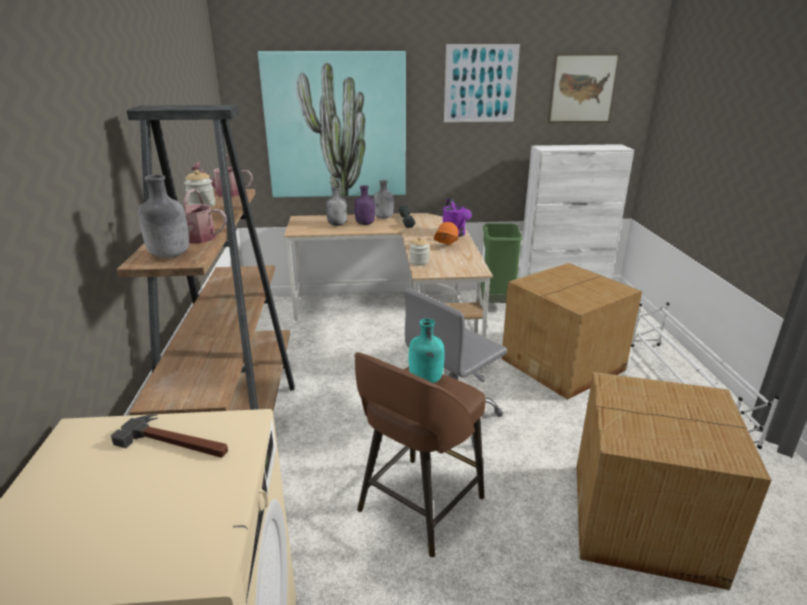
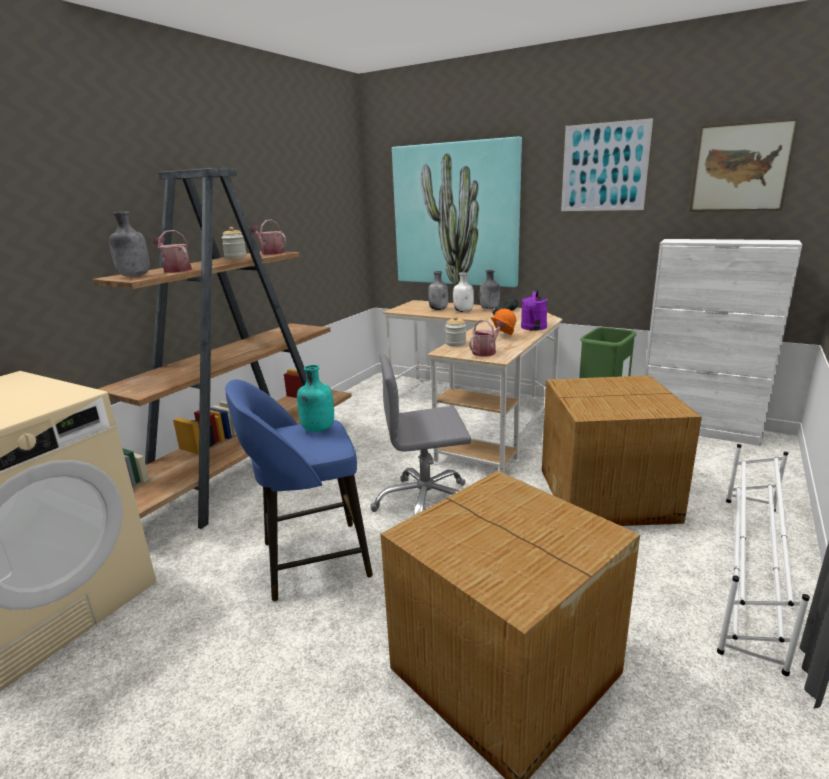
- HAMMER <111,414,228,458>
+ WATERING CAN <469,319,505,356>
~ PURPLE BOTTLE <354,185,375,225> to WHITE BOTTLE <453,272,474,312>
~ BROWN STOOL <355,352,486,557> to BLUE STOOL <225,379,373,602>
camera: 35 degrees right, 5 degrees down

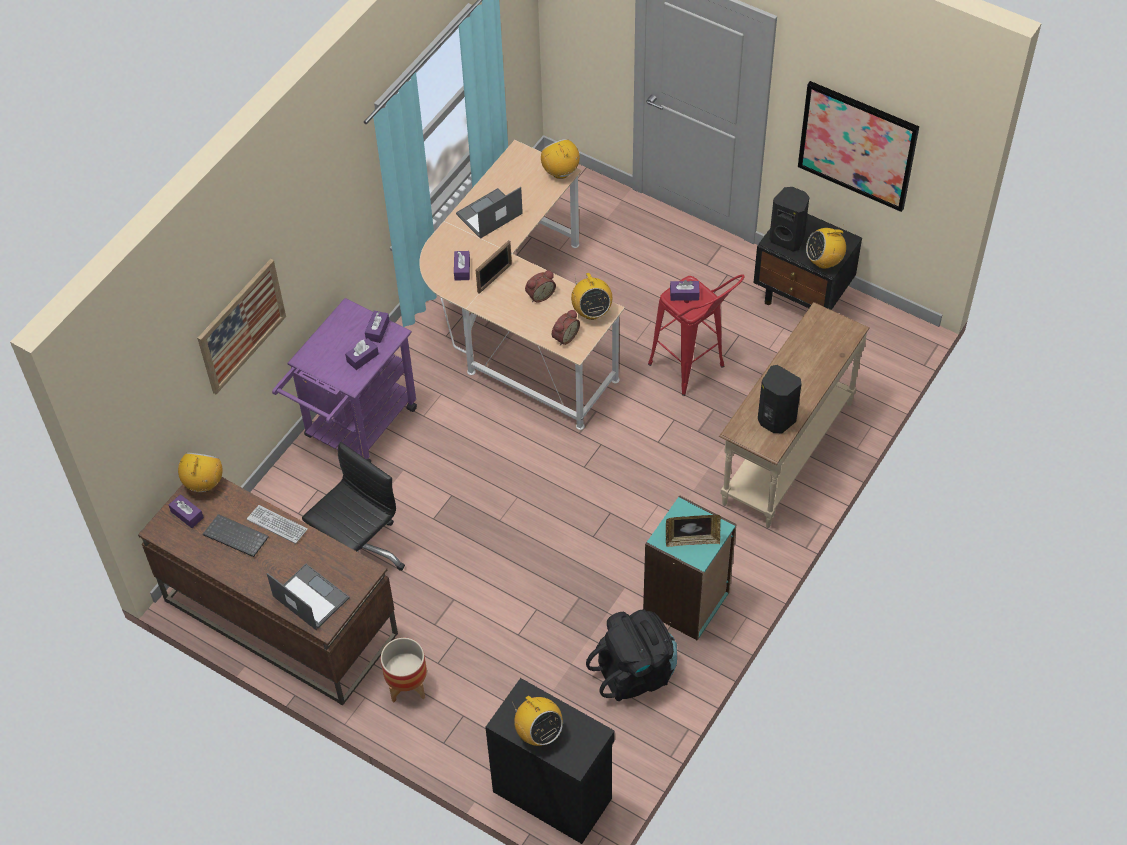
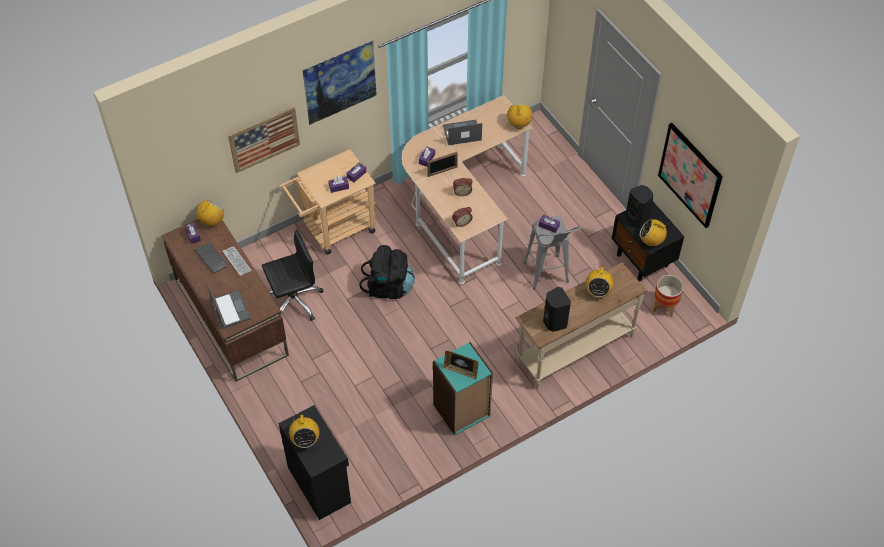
+ PICTURE <303,41,377,125>
~ PLANTER <381,638,427,702> to <653,275,683,317>
~ RADIO <571,273,612,320> to <585,265,614,298>
~ BLACK BACKPACK <586,609,677,701> to <359,245,415,299>
~ PURPLE CART <272,298,417,462> to BEIGE CART <279,149,377,255>
~ RED STOOL <648,274,745,396> to GREY STOOL <524,216,581,290>
camera: 25 degrees right, 0 degrees up

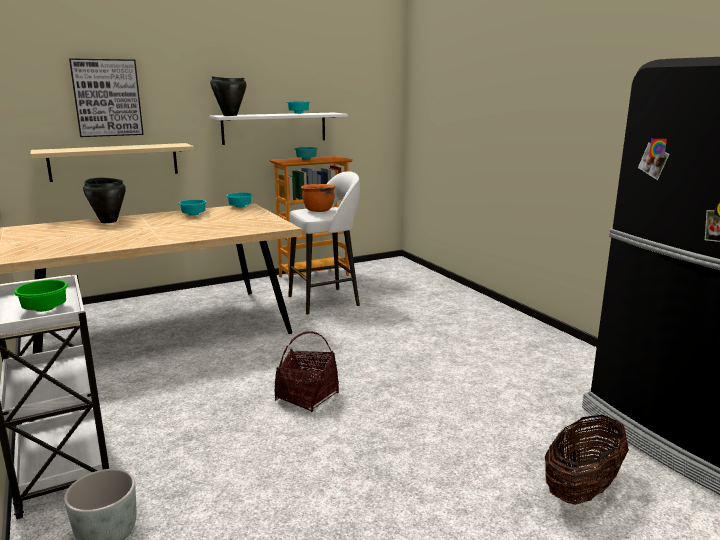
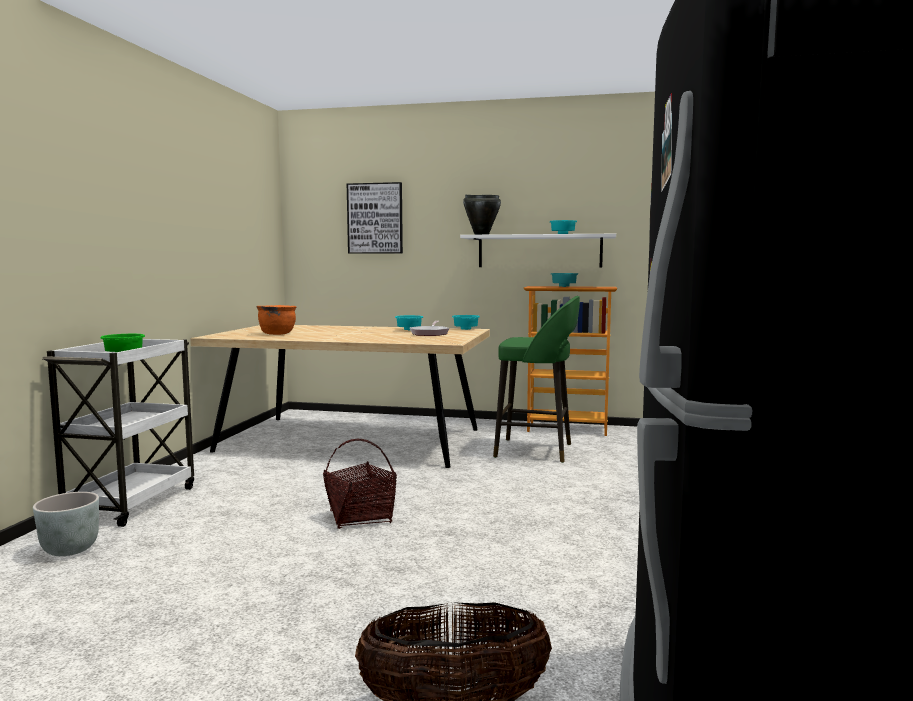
- BEIGE SHELF <31,143,194,182>
- BLACK COOKING POT <83,178,126,223>
+ FRYING PAN <410,321,449,336>
~ ORANGE COOKING POT <301,184,335,212> to <256,305,296,335>
~ WHITE STOOL <288,171,360,315> to GREEN STOOL <493,296,580,463>
camera: 40 degrees right, 10 degrees down

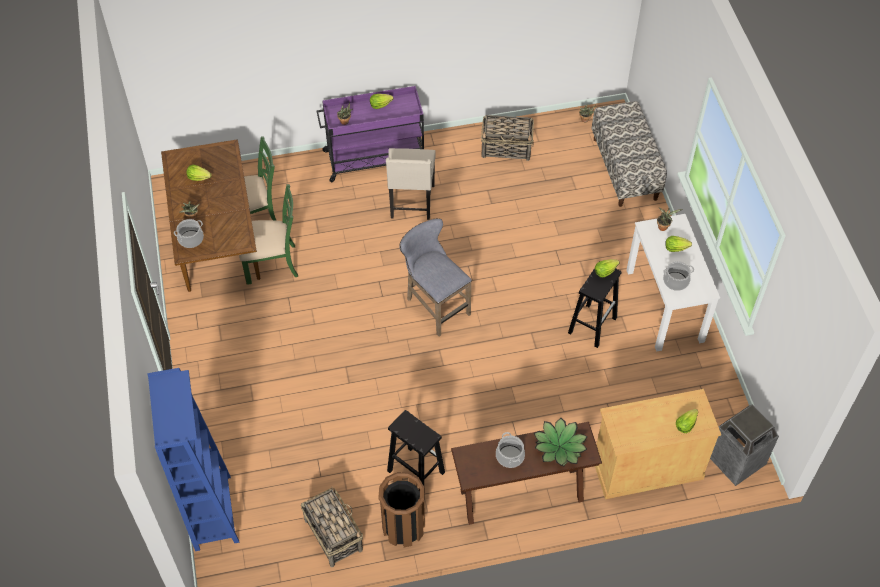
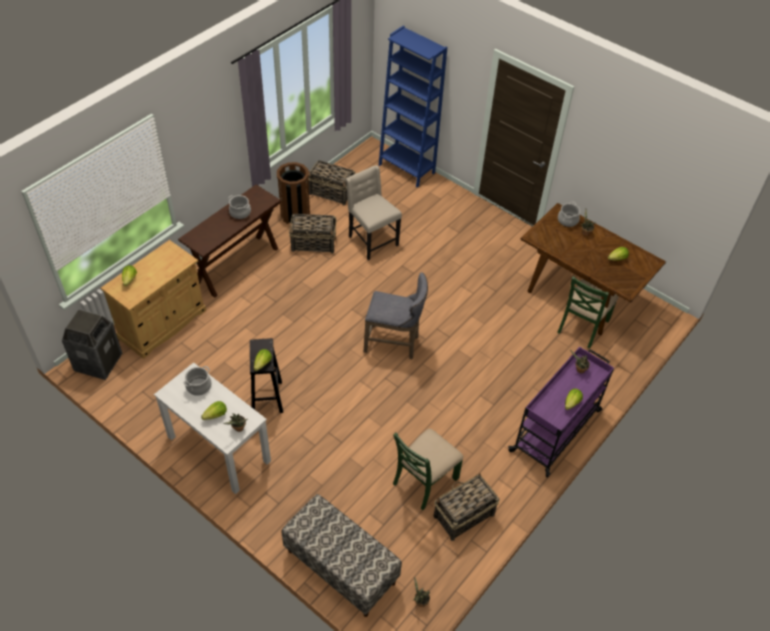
- POTTED PLANT <534,418,588,466>
~ GREEN CHAIR <239,184,298,285> to <393,429,463,510>
~ BEIGE CHAIR <386,148,436,220> to <346,165,402,260>
~ BLACK STOOL <387,410,445,492> to BASKET <289,214,336,254>
camera: 140 degrees right, 5 degrees down

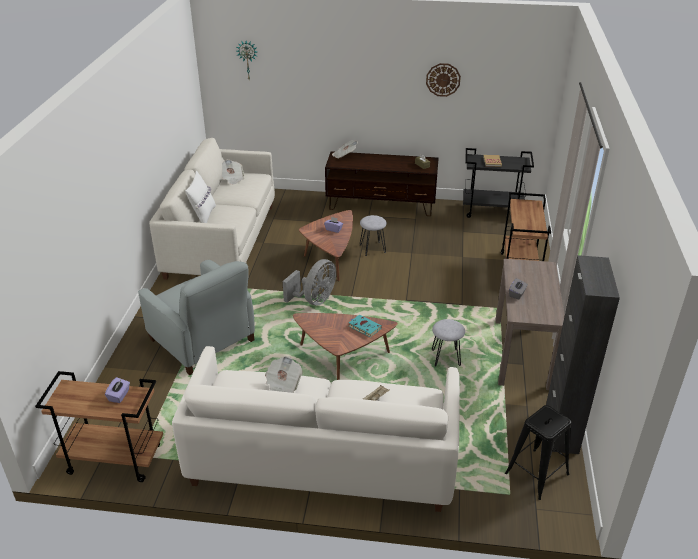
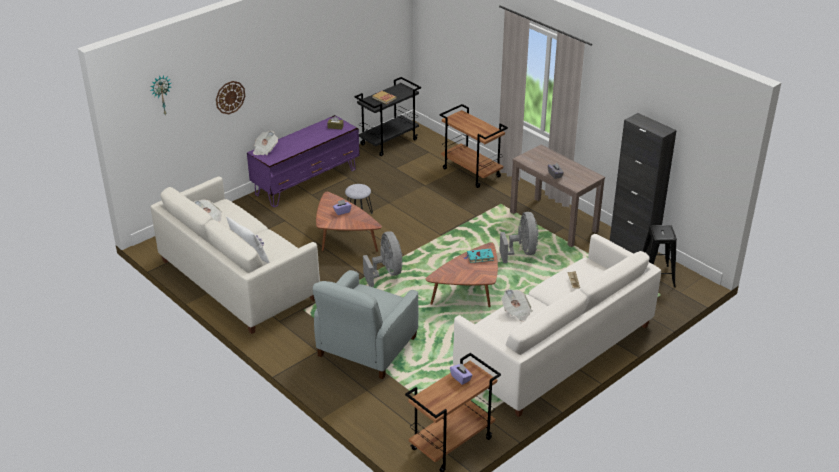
~ WALL CLOCK <426,63,461,97> to <216,81,245,114>
~ GREY STOOL <432,319,465,367> to GREY FAN <499,212,539,263>
~ BROWN TV STAND <325,151,439,216> to PURPLE TV STAND <247,115,360,207>
~ GREY ARMCHAIR <138,260,255,375> = <313,270,418,379> 120 degrees clockwise
camera: 50 degrees left, 0 degrees up

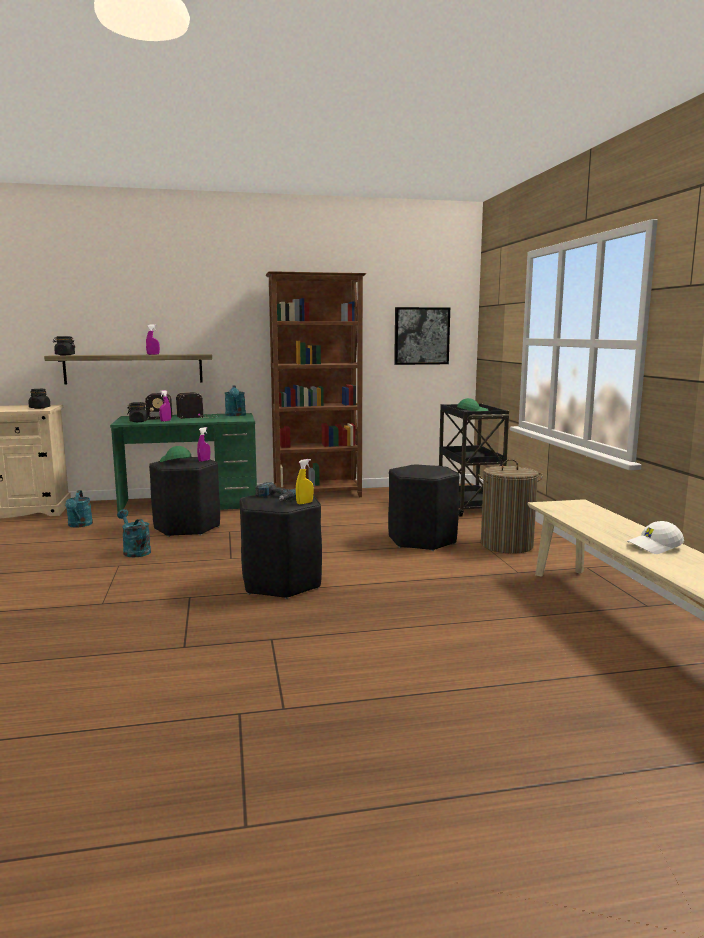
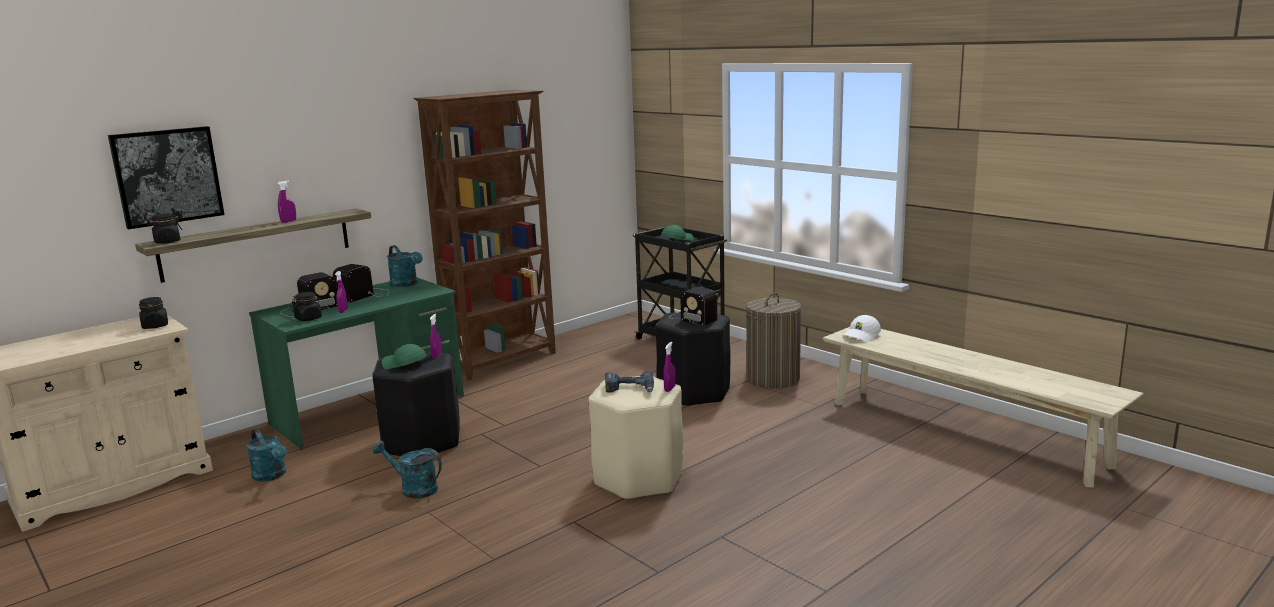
+ RADIO <669,287,717,326>
~ PICTURE <394,307,450,365> to <108,126,224,229>
~ WHITE CAP <627,521,684,554> to <843,315,881,342>
~ BLACK STOOL <240,492,322,599> to BEIGE STOOL <589,376,683,500>
~ YELLOW SPRAY BOTTLE <296,459,314,504> to PURPLE SPRAY BOTTLE <664,342,676,392>
camera: 30 degrees left, 5 degrees up

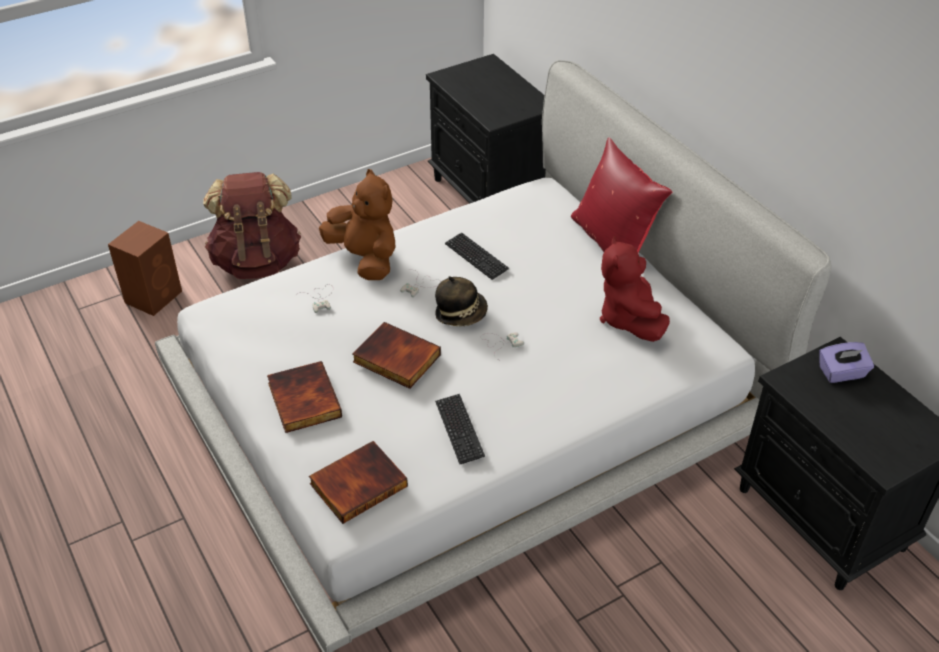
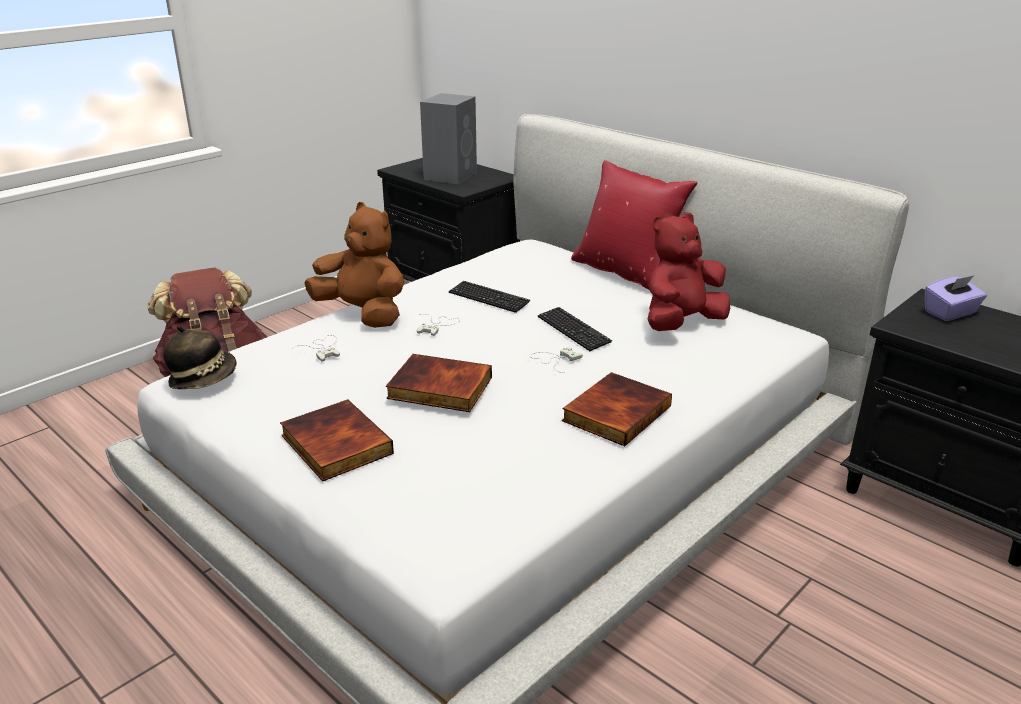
- BROWN SPEAKER <108,221,182,316>
+ GREY SPEAKER <420,93,477,184>
~ BOOK <309,441,408,524> to <562,372,672,446>
~ HAT <435,276,488,327> to <163,326,237,389>
~ KEYBOARD <435,394,485,464> to <538,307,612,351>
~ RED PLUSH TOY <600,235,670,342> = <648,212,730,331> 75 degrees clockwise
camera: 15 degrees left, 15 degrees down

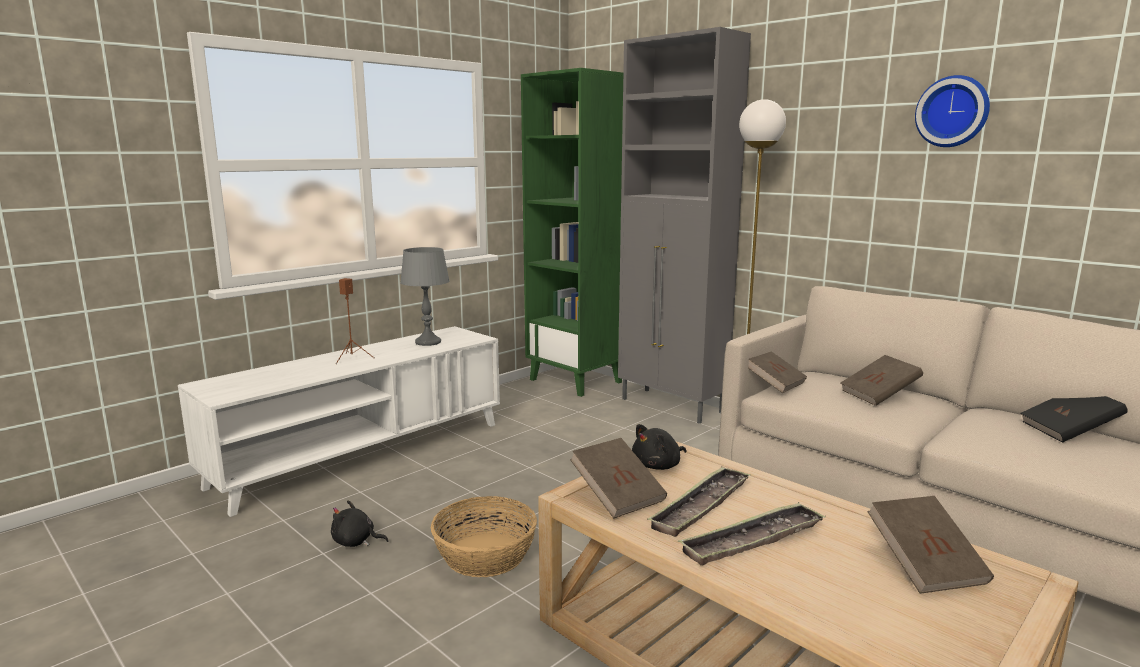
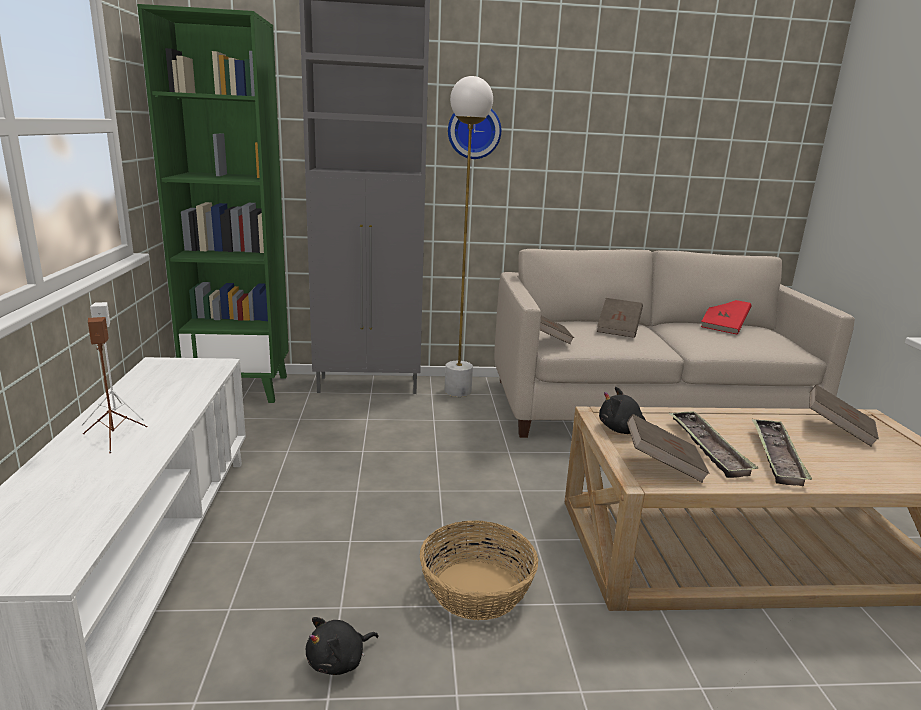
- GREY TABLE LAMP <400,247,450,346>
+ WHITE SPEAKER <81,302,144,426>
~ WALL CLOCK <915,75,990,147> to <448,108,501,159>
~ BLACK BOOK <1020,396,1128,443> to RED BOOK <701,300,751,334>
~ BLACK PLUSH TOY <632,424,686,470> = <599,387,658,434> 105 degrees clockwise
camera: 50 degrees left, 5 degrees up

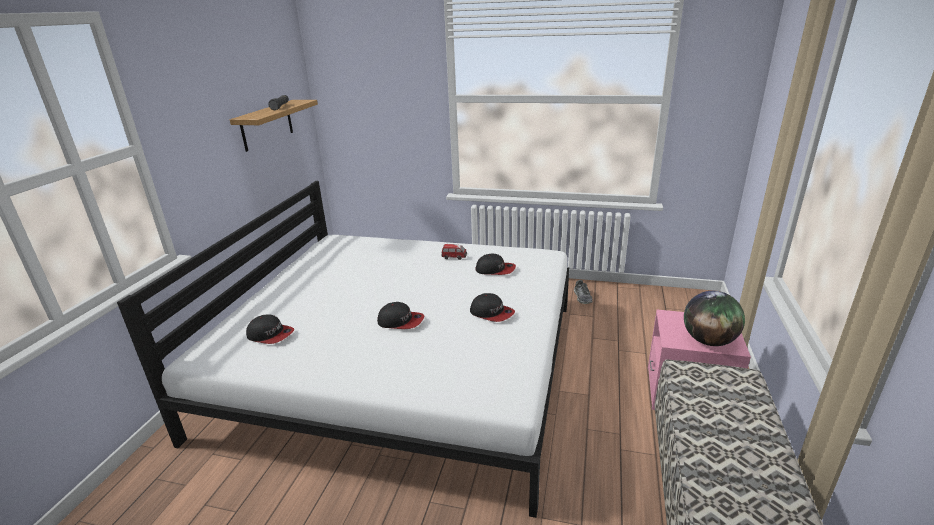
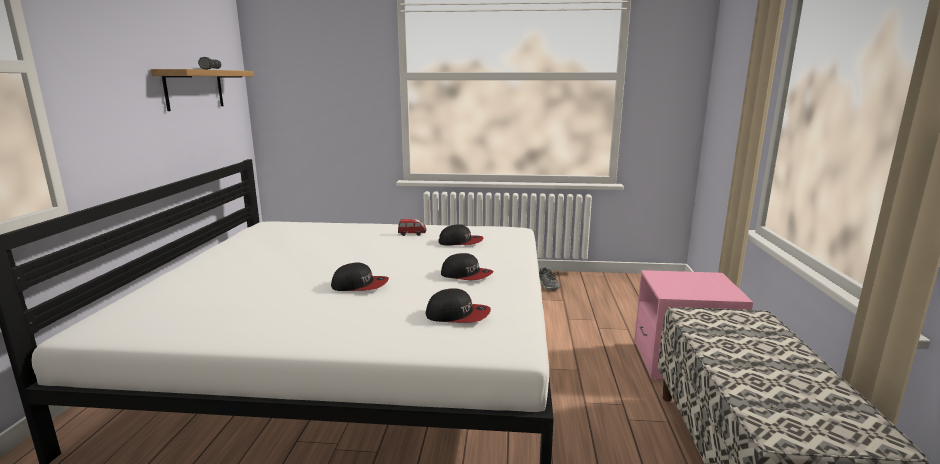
- GLOBE <684,291,745,346>
~ CAP <246,314,294,344> to <425,288,491,323>
camera: 10 degrees left, 10 degrees down

